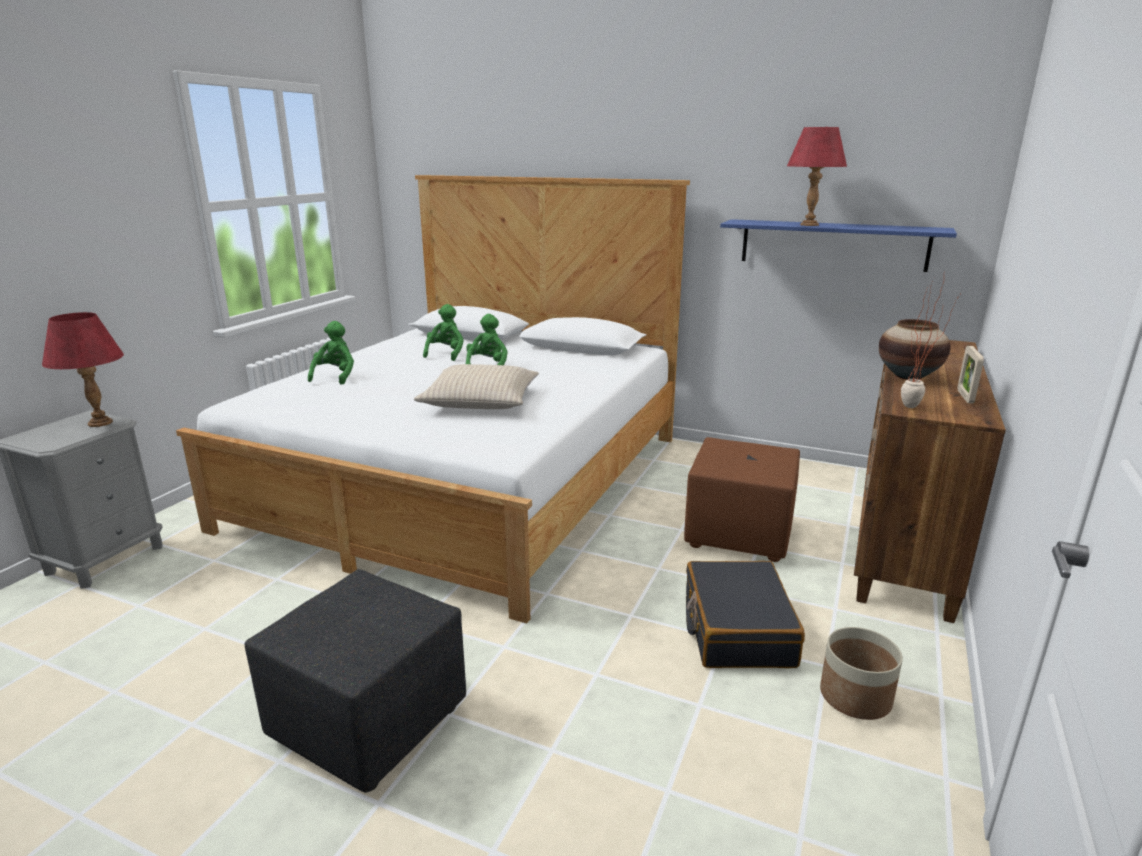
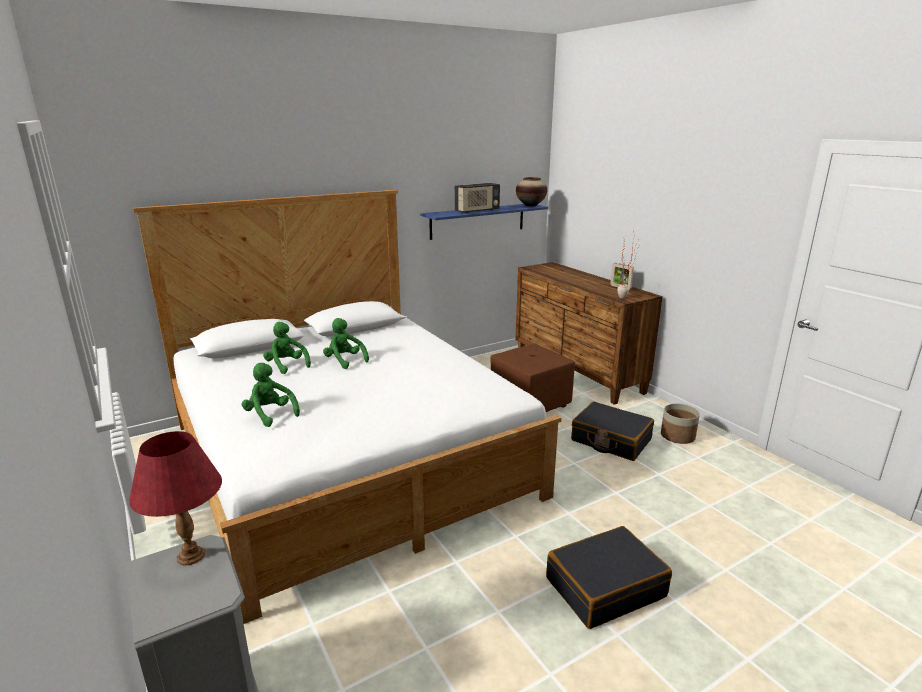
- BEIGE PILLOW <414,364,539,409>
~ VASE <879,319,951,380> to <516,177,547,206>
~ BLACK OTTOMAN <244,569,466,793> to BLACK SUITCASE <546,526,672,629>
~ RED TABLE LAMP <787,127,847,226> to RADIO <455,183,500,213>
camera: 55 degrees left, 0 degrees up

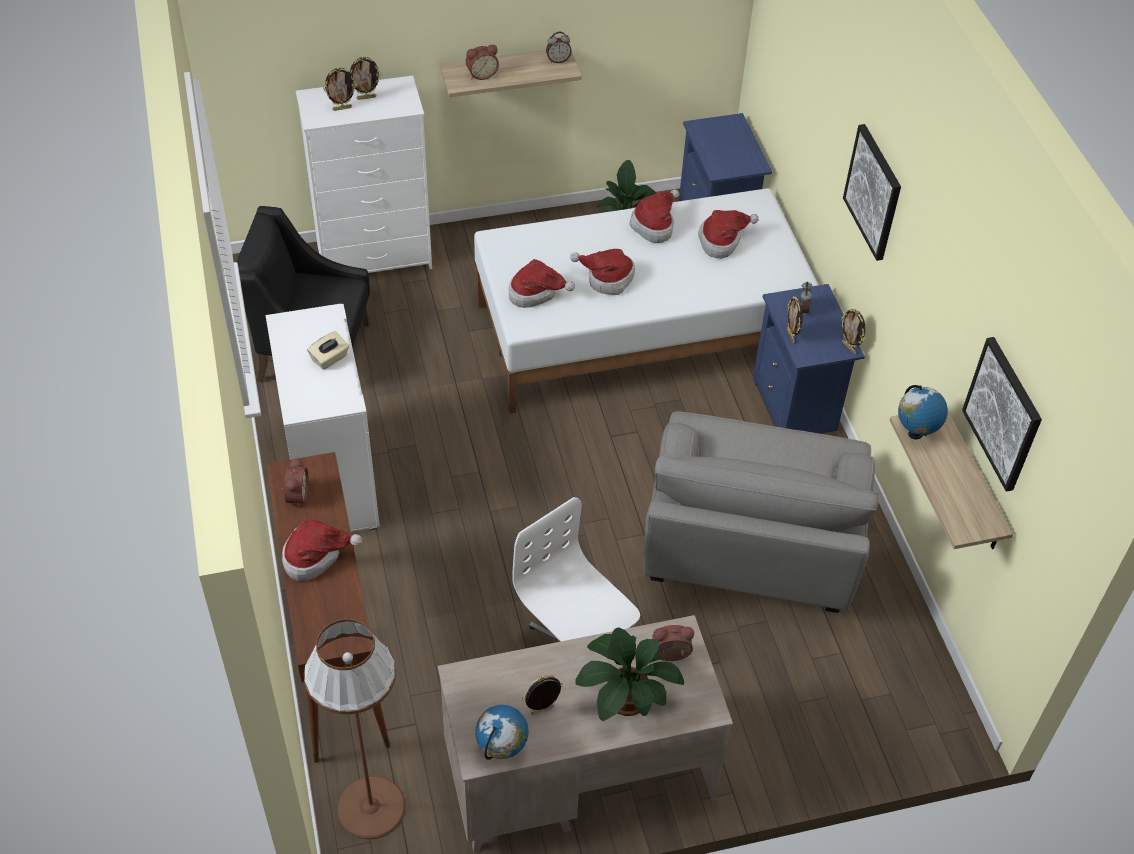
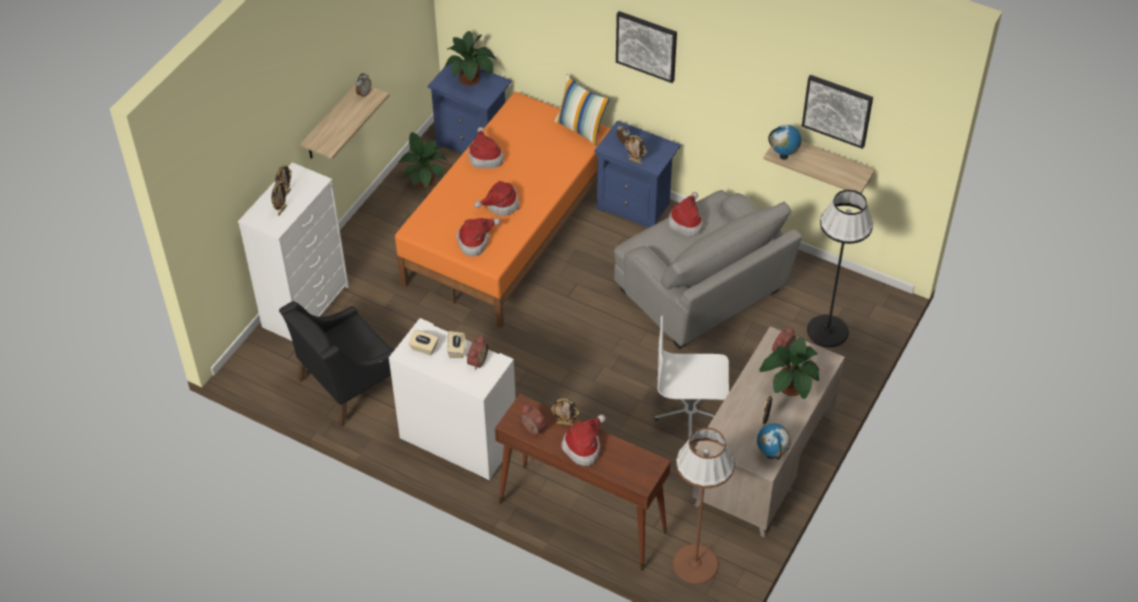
+ BEIGE TISSUE BOX <408,330,439,355>
+ POTTED PLANT <445,31,496,86>
+ PILLOW <555,74,610,146>
+ BLACK FLOOR LAMP <807,190,873,347>
~ ALARM CLOCK <466,45,499,80> to <466,336,488,370>
~ HAT <698,210,759,258> to <668,192,703,236>
~ PICTURE FRAME <841,309,866,354> to <551,398,579,426>
~ WHITE BED <474,188,818,414> to ORANGE BED <395,92,611,329>
camera: 45 degrees left, 0 degrees up

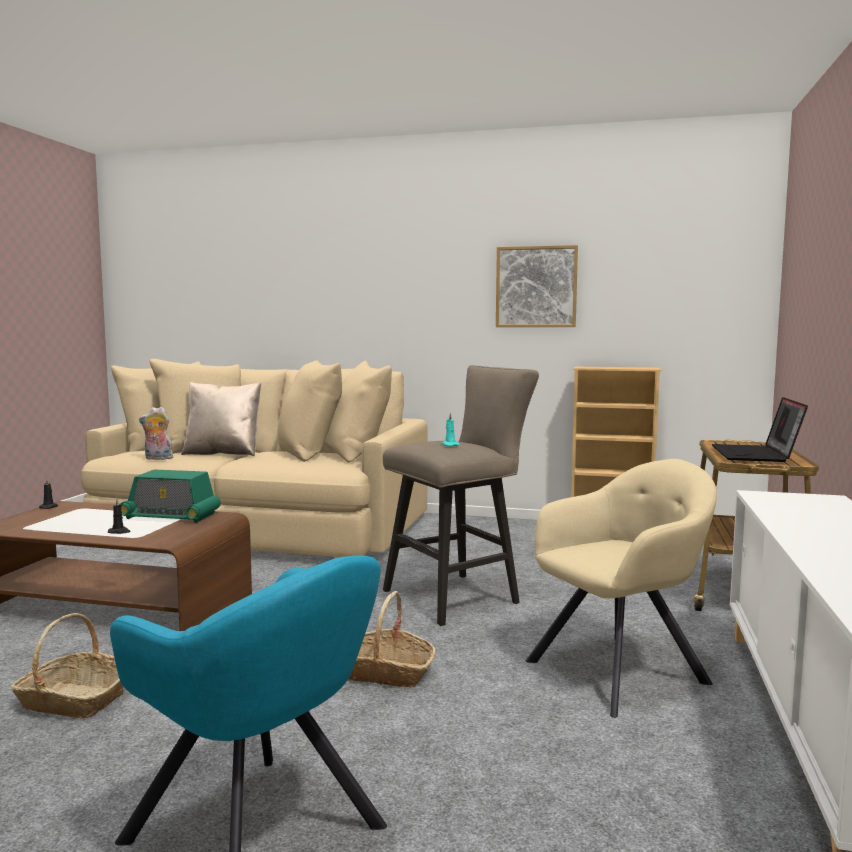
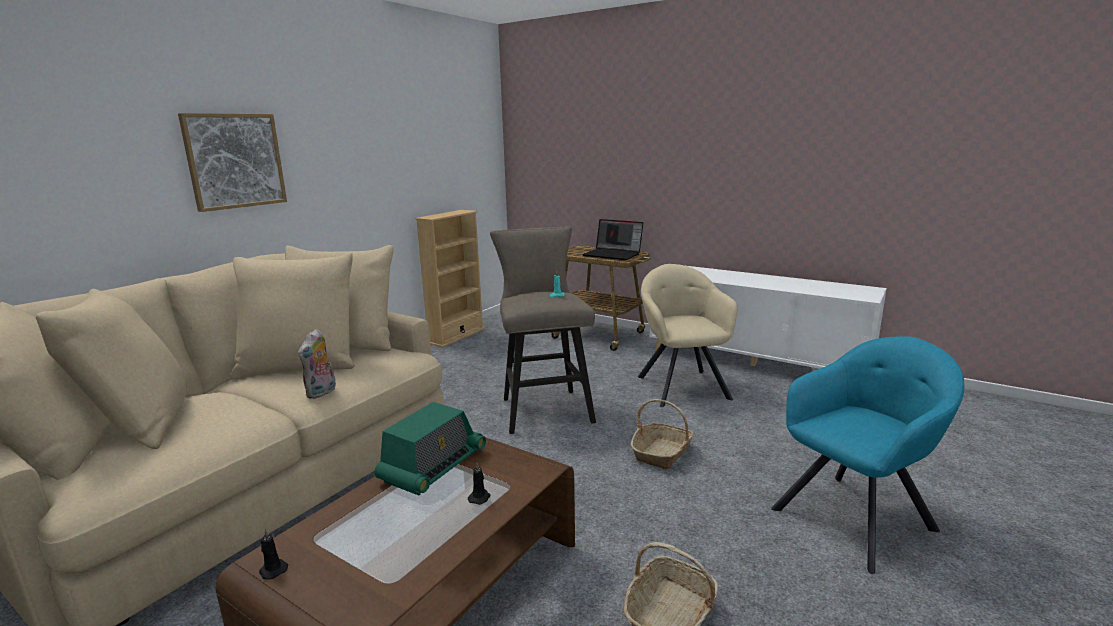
- BEIGE PILLOW <181,382,261,456>
~ PLUSH TOY <139,407,173,460> to <298,329,336,399>
~ PICTURE <496,245,578,327> to <178,113,287,212>
camera: 70 degrees left, 10 degrees up

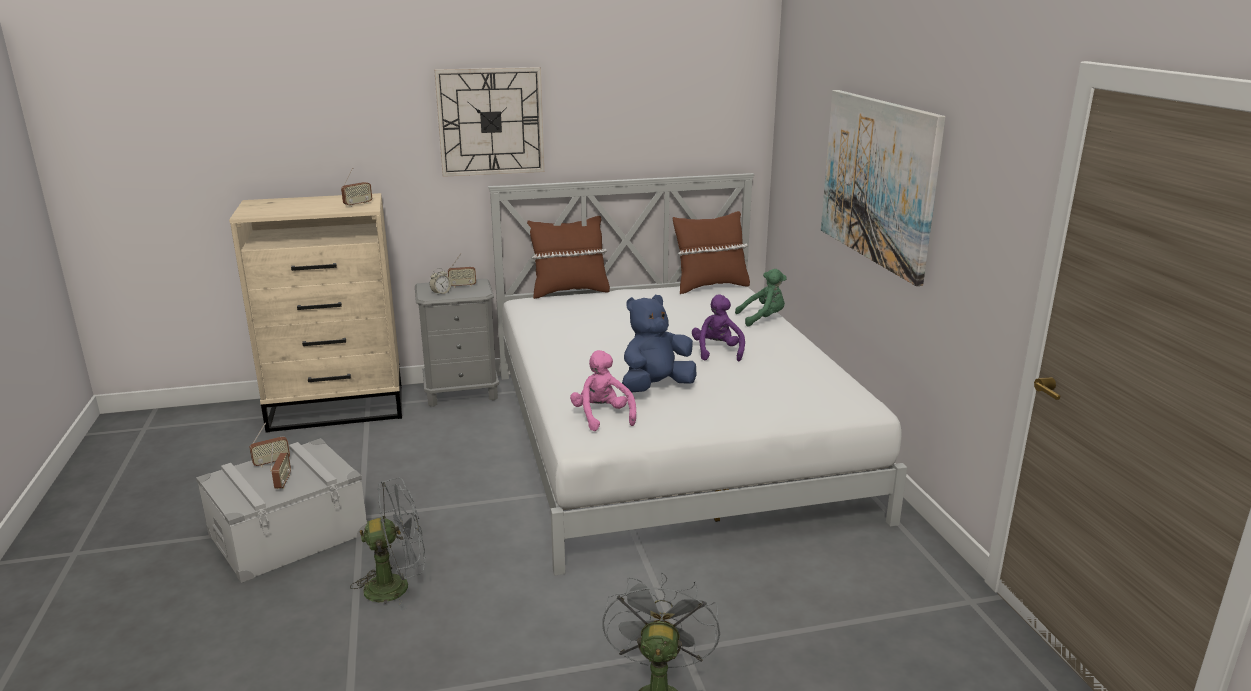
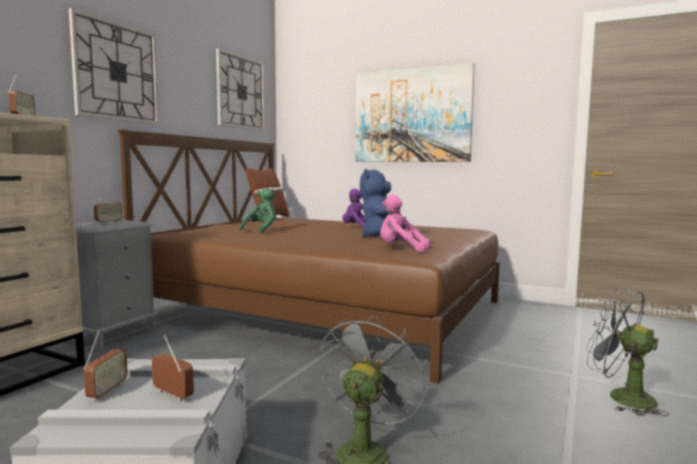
- ALARM CLOCK <430,268,451,296>
- BROWN PILLOW <527,216,610,299>
+ WALL CLOCK <216,48,265,131>
~ GREEN PLUSH TOY <735,269,787,327> to <239,188,276,233>
~ WHITE BED <488,173,907,575> to BROWN BED <118,130,500,384>
camera: 50 degrees left, 15 degrees down

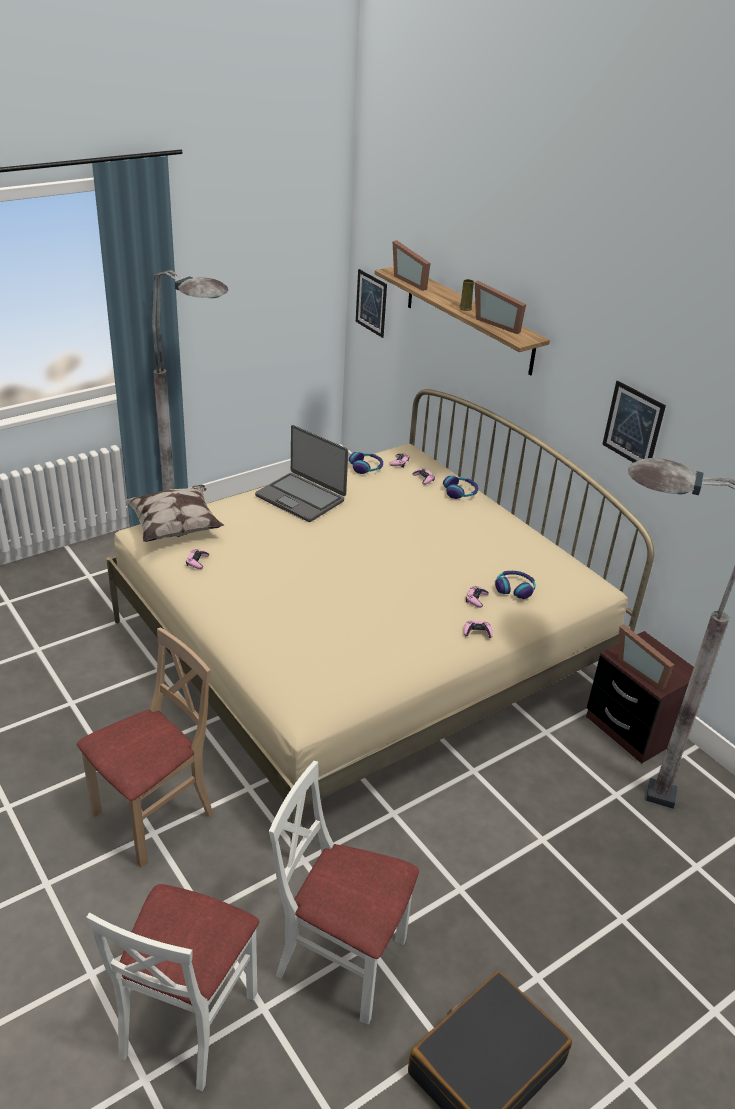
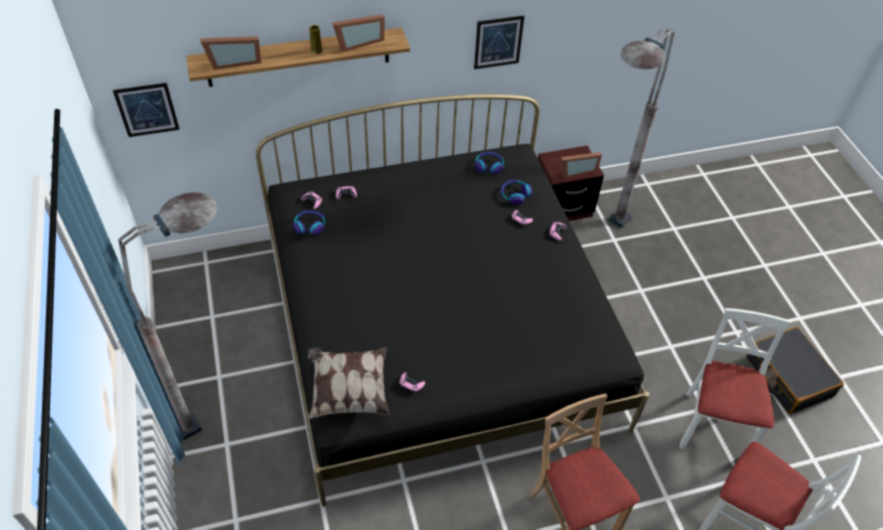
- LAPTOP <255,425,348,522>
~ HEADPHONES <443,476,478,499> to <475,152,504,174>
~ BEIGE BED <106,389,654,846> to BLACK BED <256,94,649,507>
~ WHITE CHAIR <269,761,419,1025> = <680,308,791,450> 150 degrees clockwise
camera: 70 degrees left, 15 degrees up

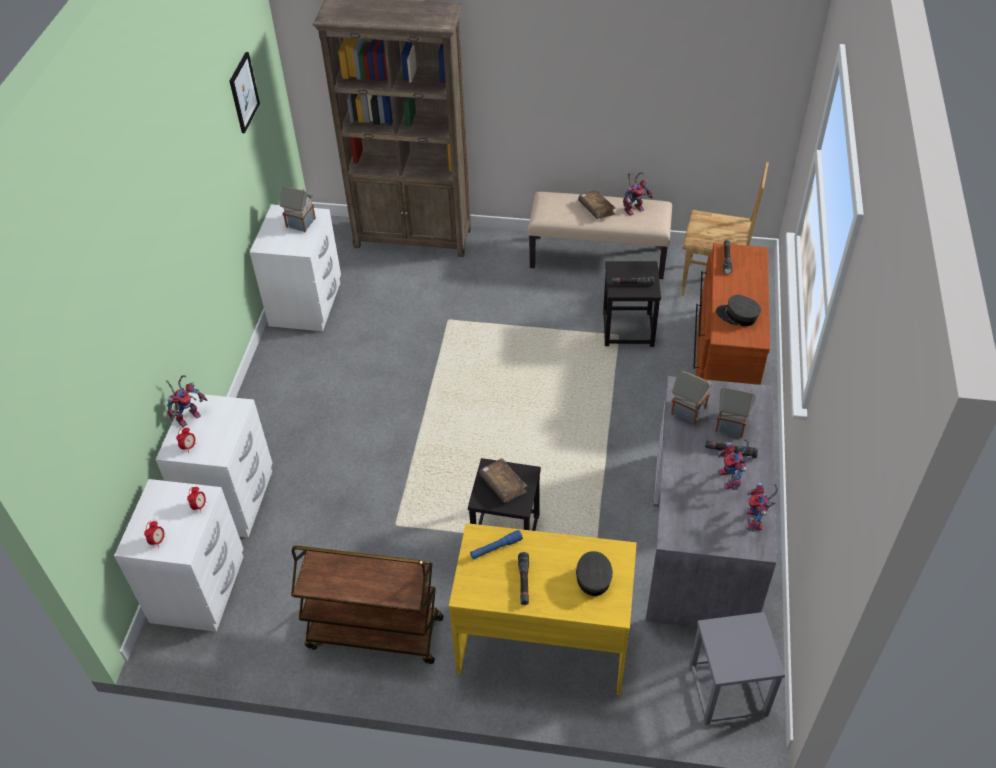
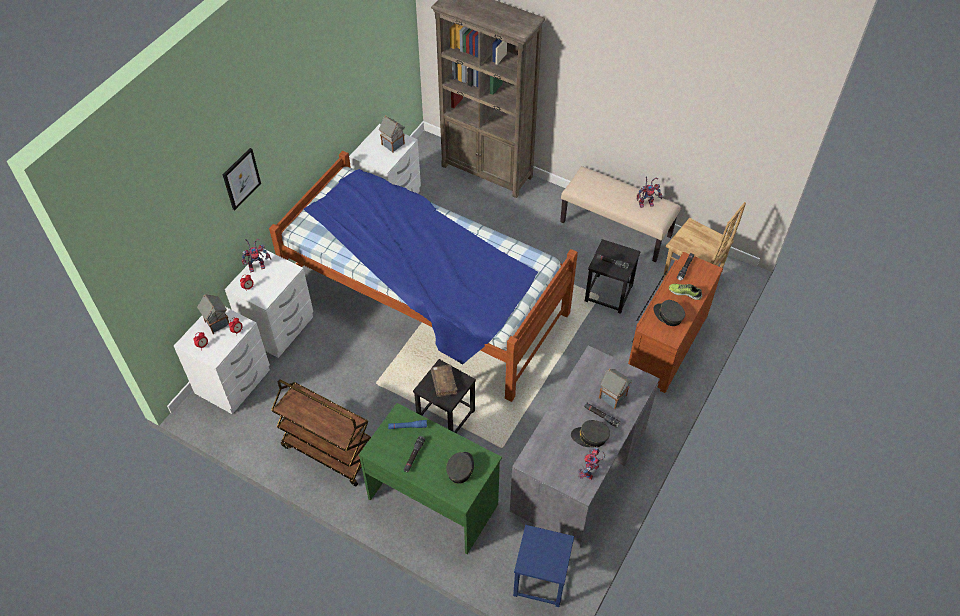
- BROWN BOOK <578,190,615,219>
+ BED <269,151,578,402>
+ SHOE <669,284,702,300>
~ PICTURE <230,52,260,133> to <223,148,261,210>
~ TOY HOUSE <671,370,712,425> to <197,294,229,334>
~ TOY ROBOT <718,438,752,490> to GREY CAP <571,420,610,447>
~ YELLOW DESK <449,523,637,695> to GREEN DESK <359,403,502,554>
~ GREY STOOL <689,612,785,725> to BLUE STOOL <513,525,574,607>
camera: 20 degrees right, 5 degrees up

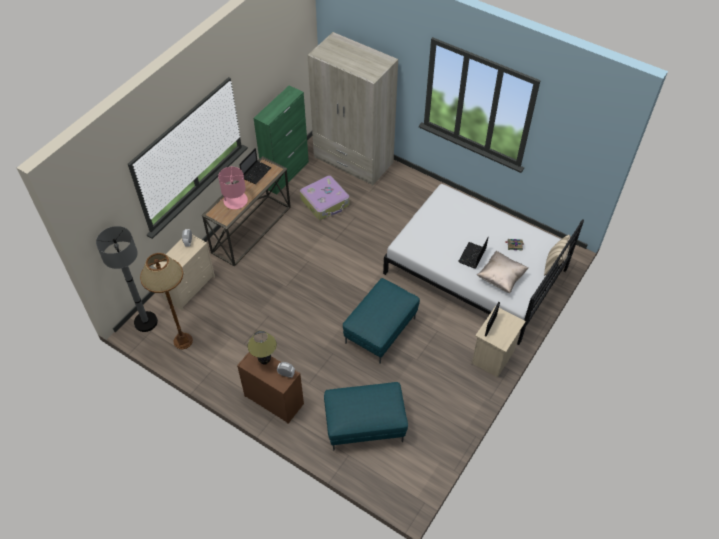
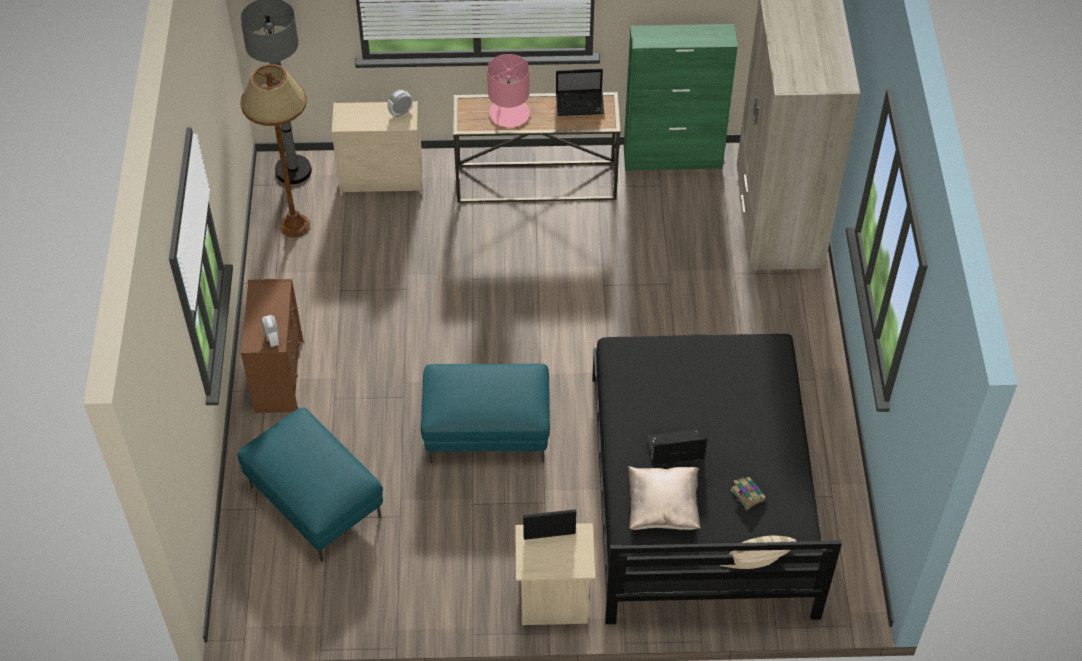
- TABLE LAMP <248,330,277,365>
- SUITCASE <300,175,349,220>
~ WHITE BED <383,184,584,345> to BLACK BED <592,334,842,624>
camera: 55 degrees right, 0 degrees up

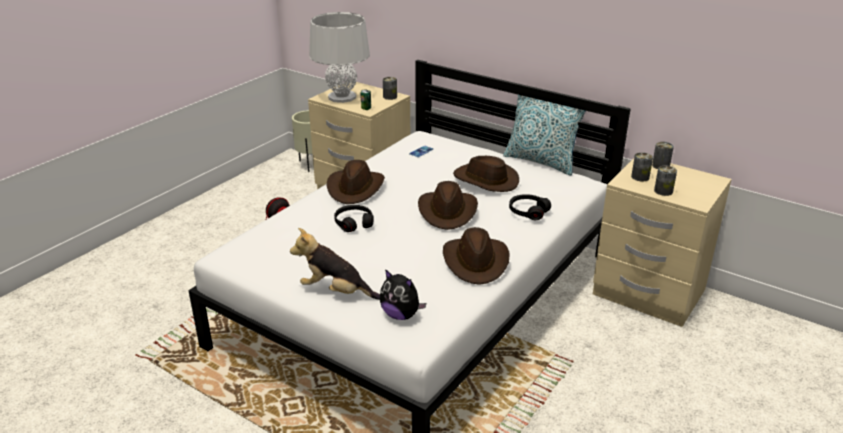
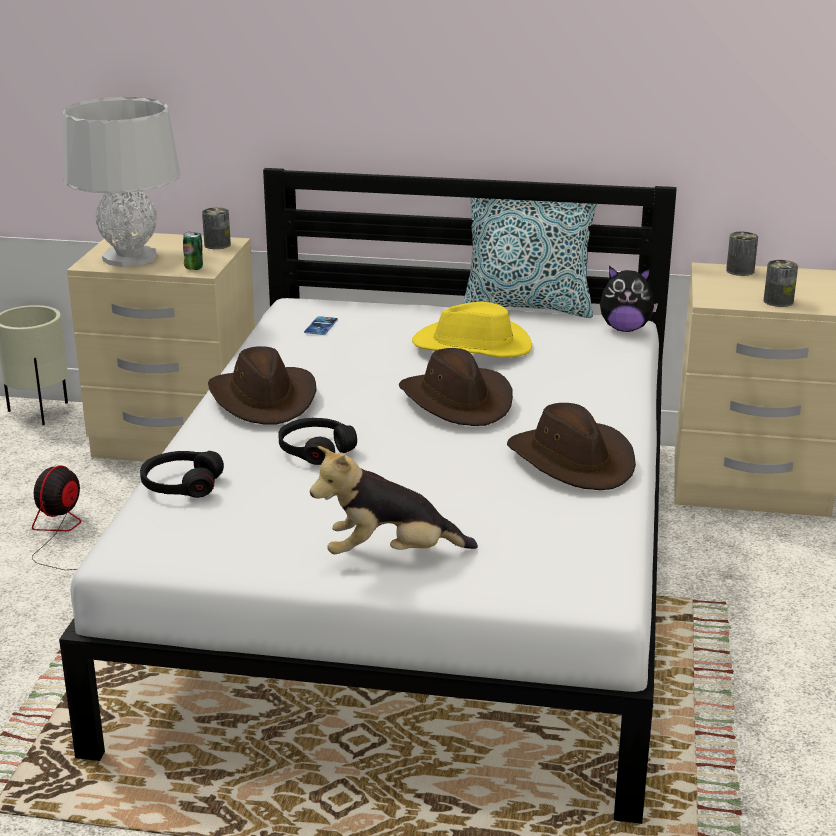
- CAN <631,152,653,182>
~ PLUSH TOY <380,269,426,320> to <600,266,658,332>
~ BLACK HEADPHONES <509,194,551,220> to <140,451,224,498>
~ BROWN HAT <453,156,519,192> to YELLOW HAT <412,302,532,357>
camera: 25 degrees left, 5 degrees down

